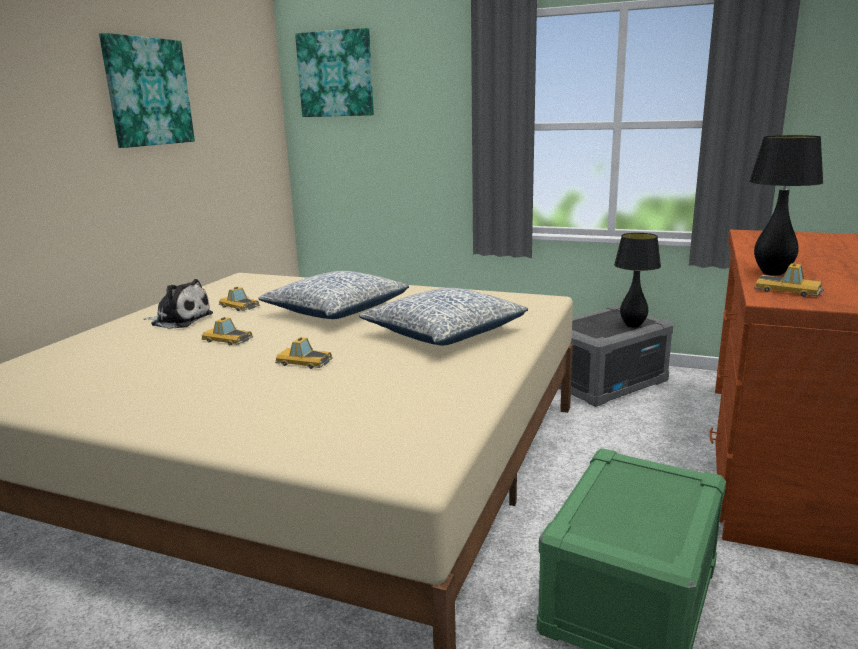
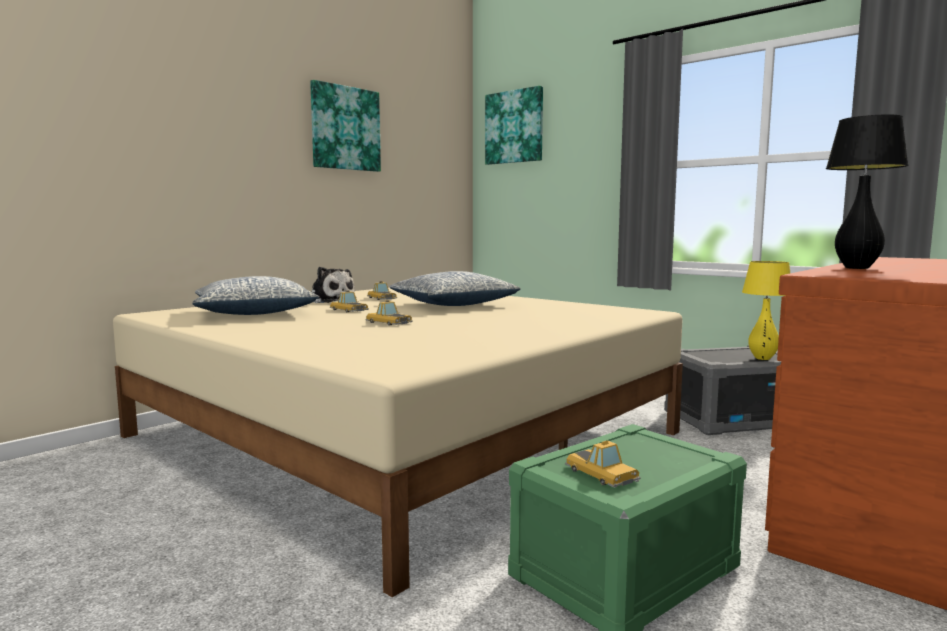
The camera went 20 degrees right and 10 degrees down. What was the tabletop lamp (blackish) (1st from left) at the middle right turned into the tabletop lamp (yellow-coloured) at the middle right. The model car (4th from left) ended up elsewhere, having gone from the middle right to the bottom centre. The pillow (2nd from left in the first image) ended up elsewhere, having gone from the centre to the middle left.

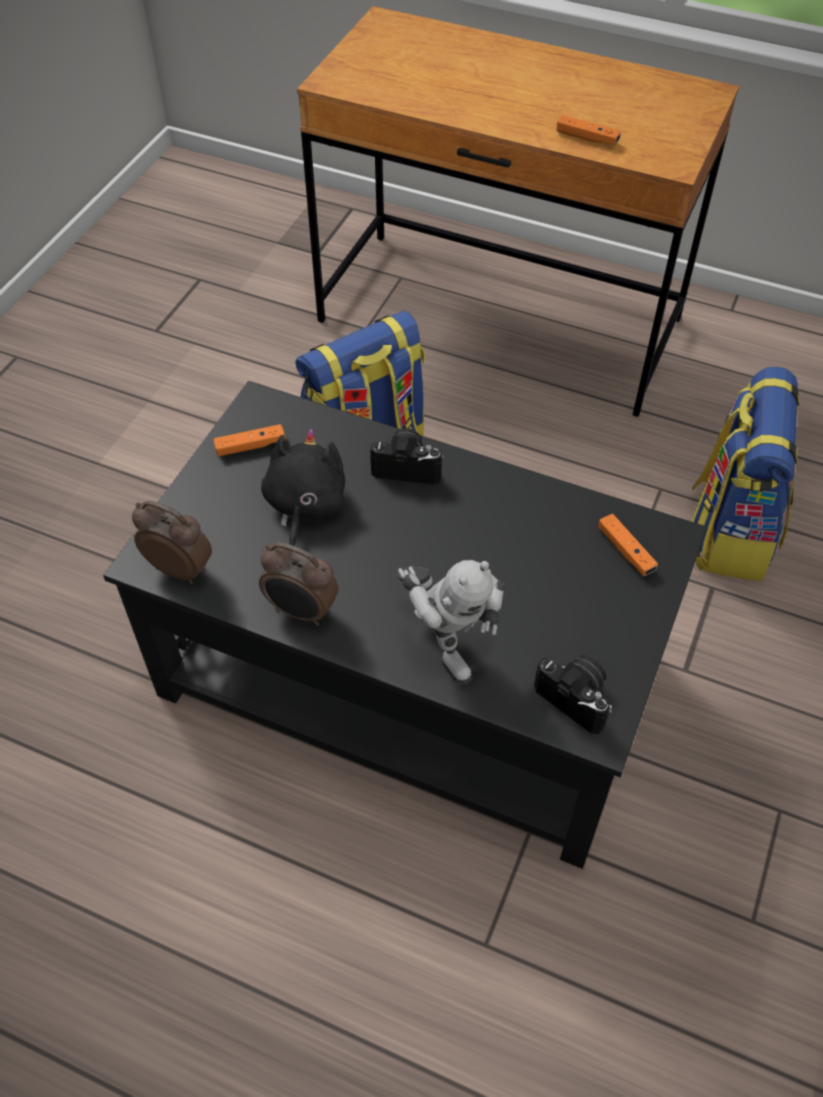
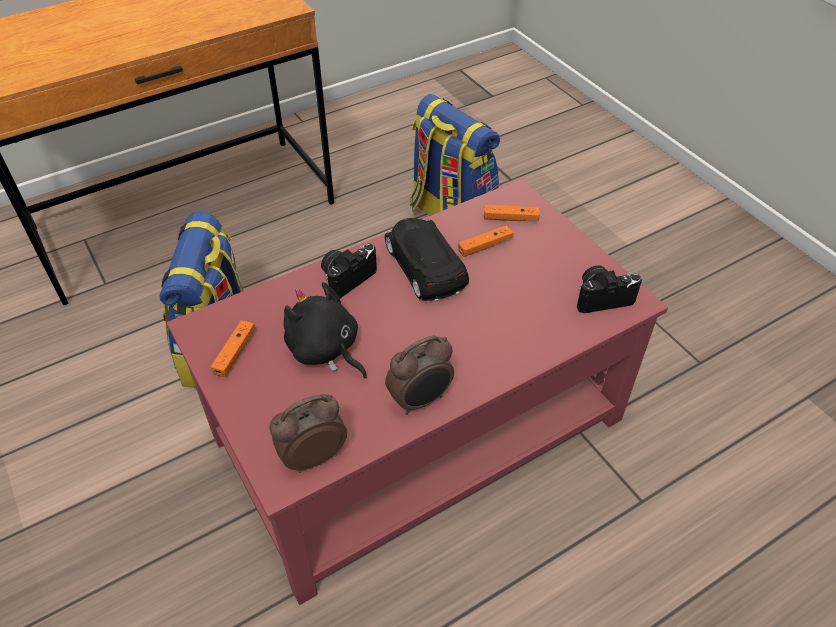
The camera went 55 degrees left and 5 degrees down. The joypad (orange-coloured) (2nd from left) ended up elsewhere, having gone from the top right to the centre. What was the low table (blackish) at the centre turned into the low table (red-coloured) at the centre. The second view lost the robot figure at the centre. The second view gained the model car (blackish) at the centre.

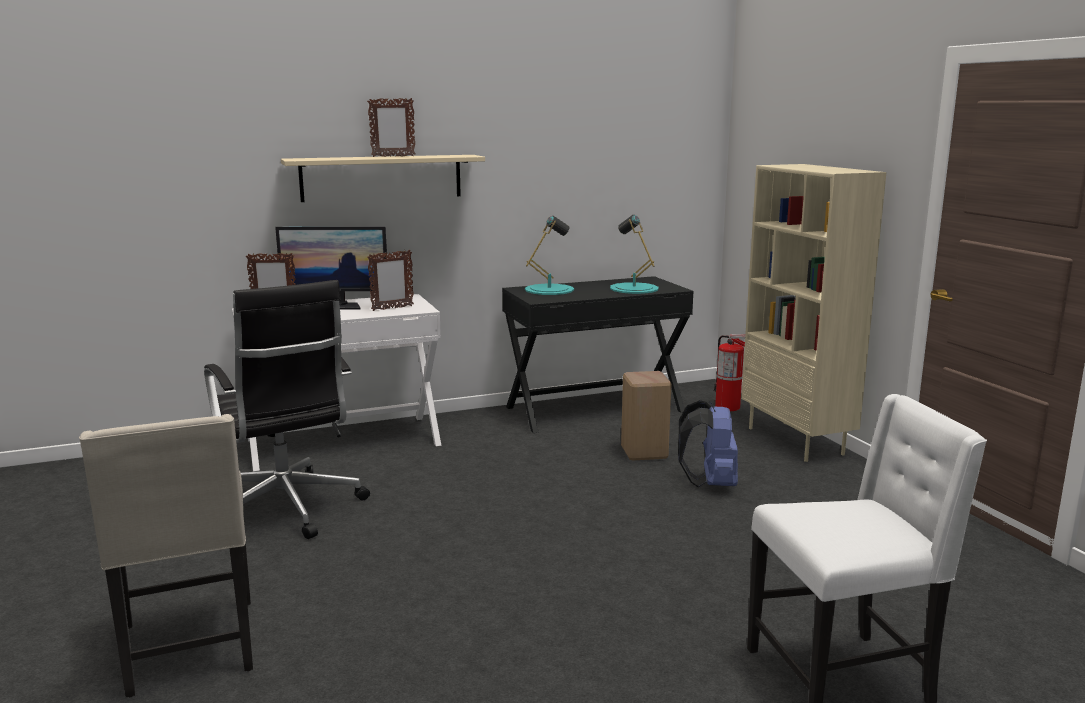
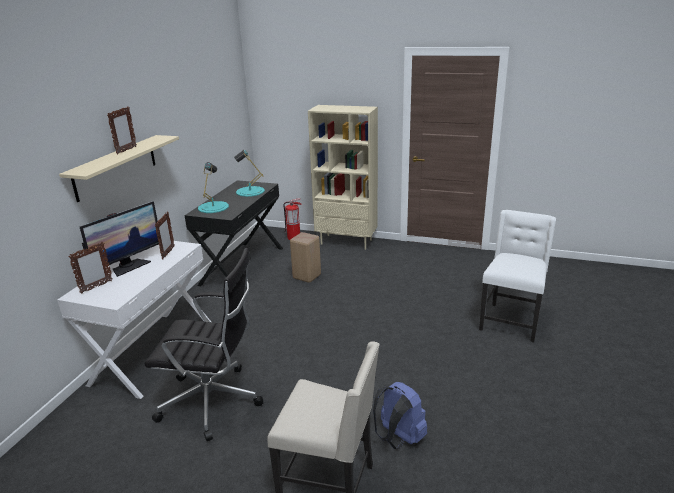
The camera went 50 degrees left and 10 degrees up. The backpack (blue) ended up elsewhere, having gone from the centre to the bottom centre.

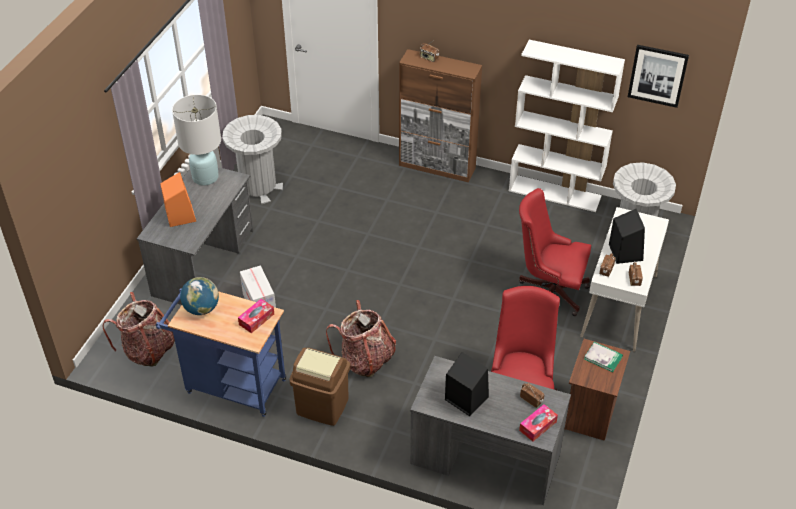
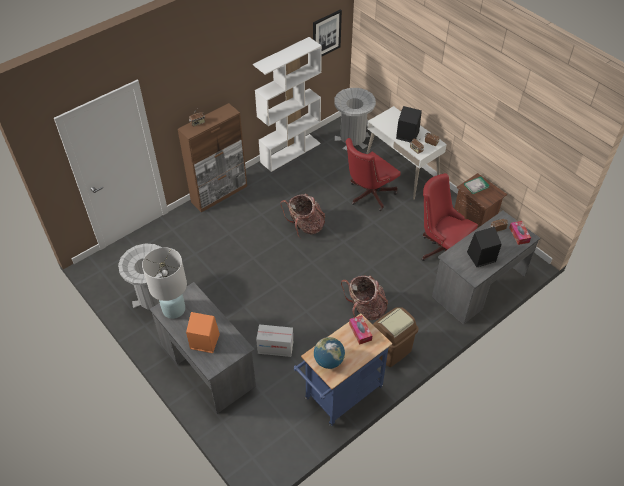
The camera went 60 degrees left and 5 degrees up. The backpack (1st from left) ended up elsewhere, having gone from the middle left to the centre.

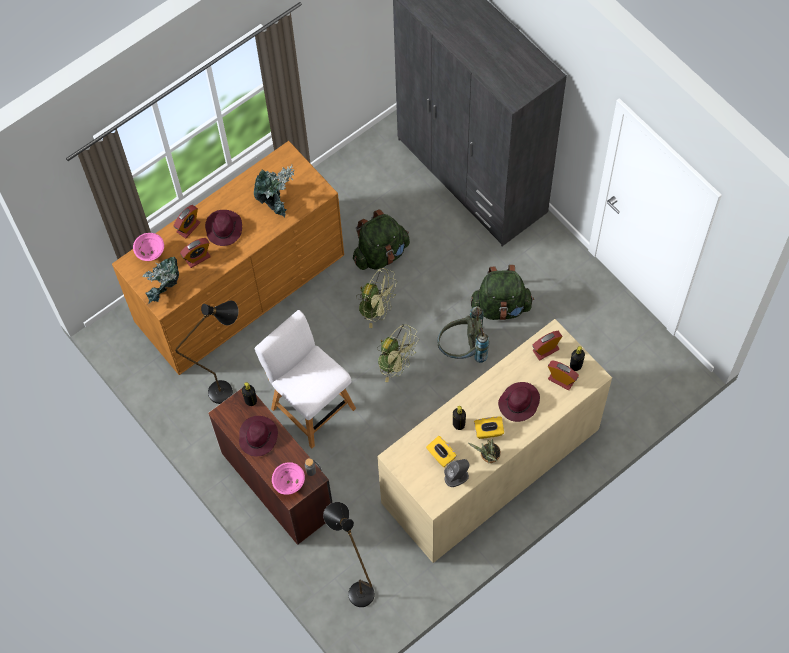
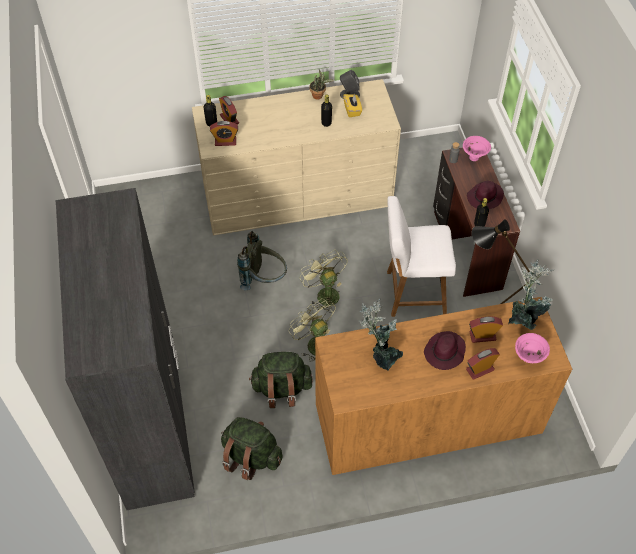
The camera went 155 degrees left and 10 degrees down. The backpack (green-coloured) (2nd from left in the first image) ended up elsewhere, having gone from the centre to the bottom centre. The upright chair (white-coloured) at the centre ended up facing another way, 105 degrees clockwise from before. The second view lost the hat (purplish) (3rd from left) at the centre. The second view lost the tissue box (yellow-coloured) (2nd from left) at the centre. The second view lost the standard lamp (blackish) (2nd from left) at the bottom centre.

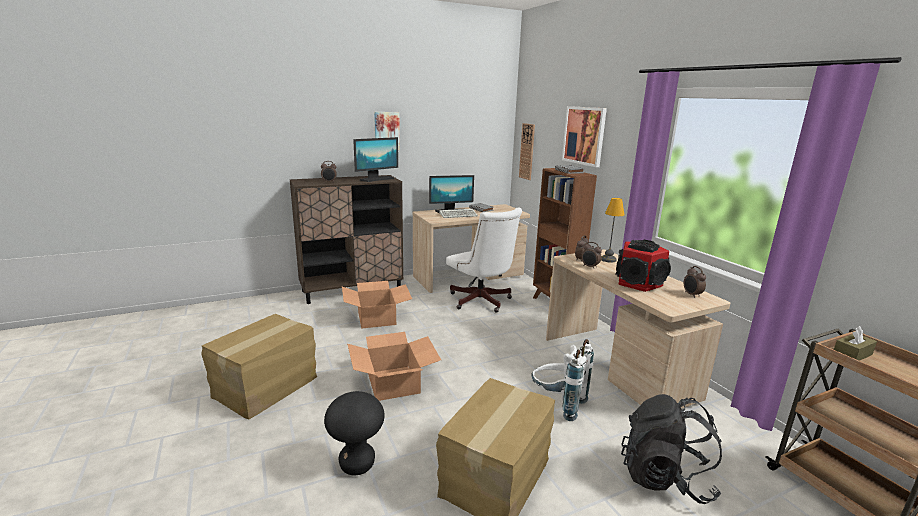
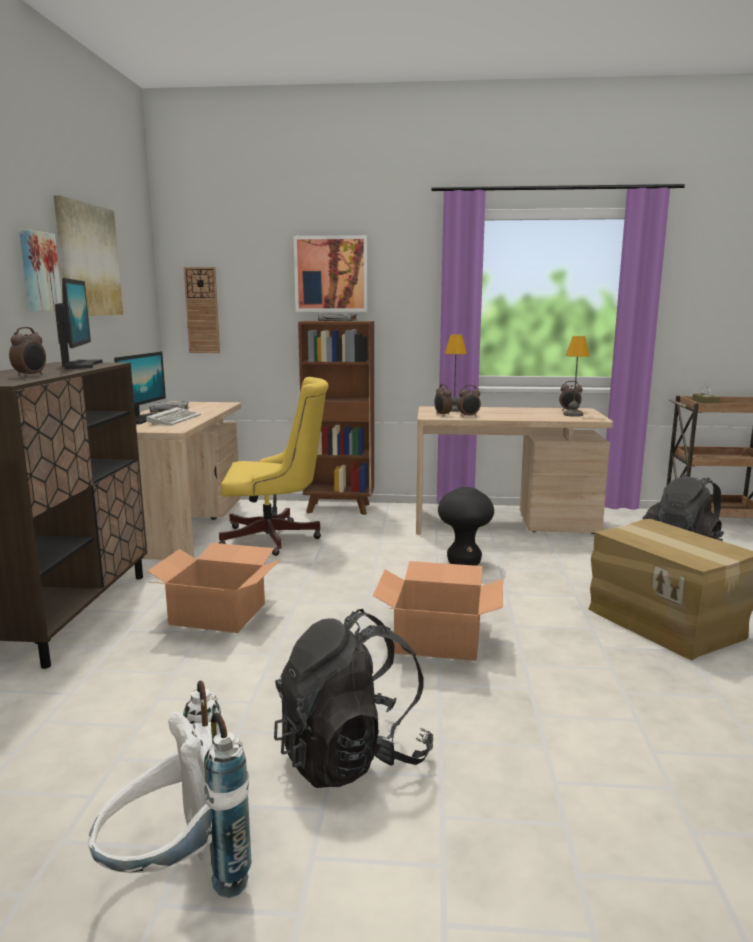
The camera went 60 degrees left and 5 degrees down. What was the office chair (white-coloured) at the centre turned into the office chair (yellow-coloured) at the centre. The second view lost the speaker at the middle right. Where the packing box (1st from left) stood at the bottom left, the backpack (blackish) (1st from left) came to stand at the bottom centre. The backpack (white-coloured) ended up elsewhere, having gone from the bottom centre to the bottom left. The stool seat (blackish) ended up elsewhere, having gone from the bottom centre to the centre. The second view gained the wall art (2nd from left) at the top left. The second view gained the tabletop lamp (2nd from left) at the middle right.

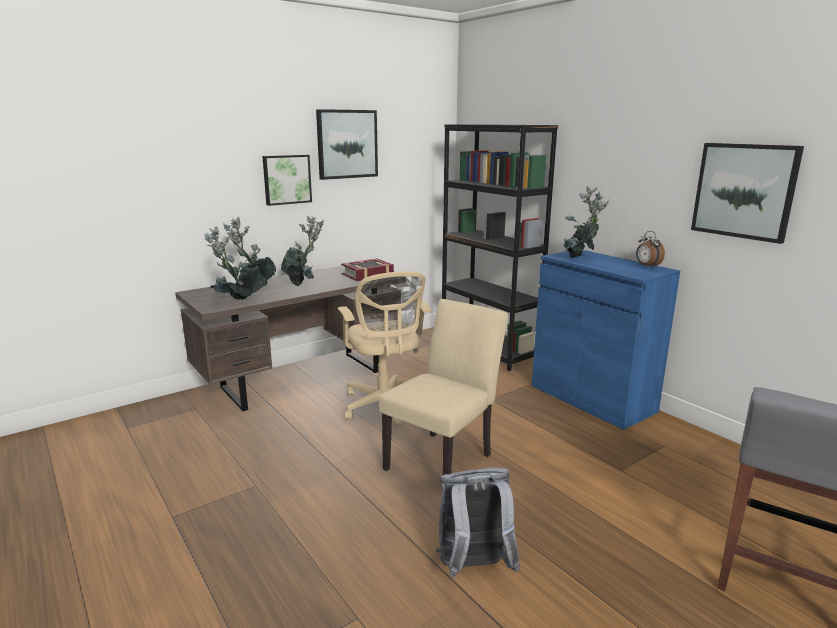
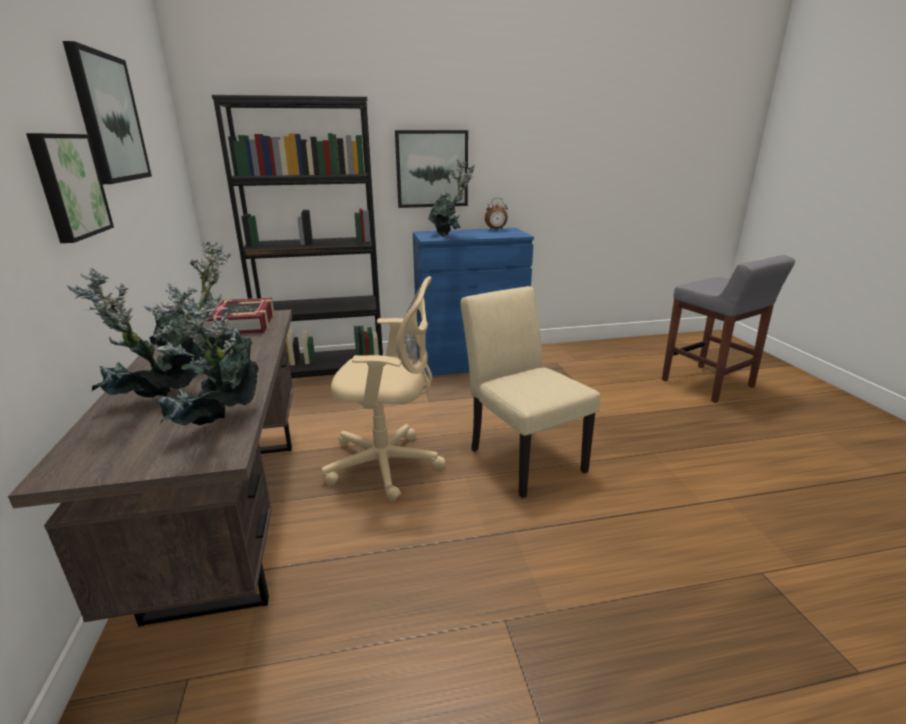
The camera went 65 degrees left and 5 degrees up. The wall art (3rd from left) ended up elsewhere, having gone from the top right to the top centre. The second view lost the backpack (gray) at the bottom centre.

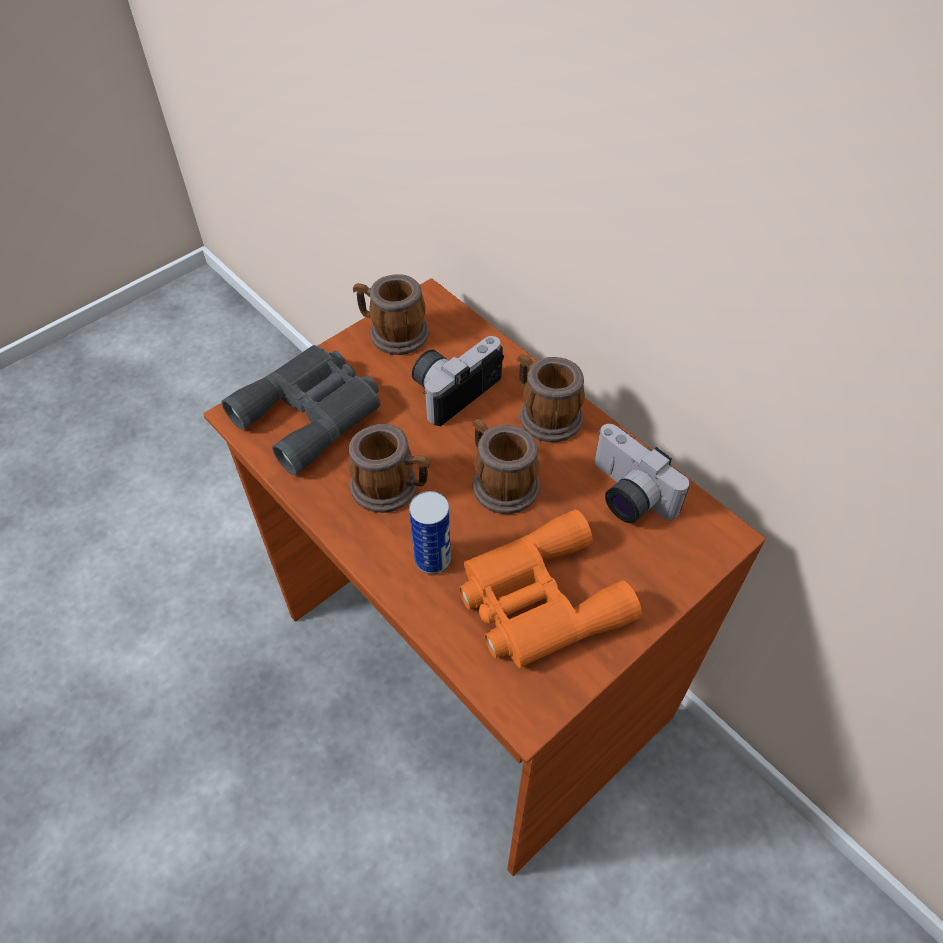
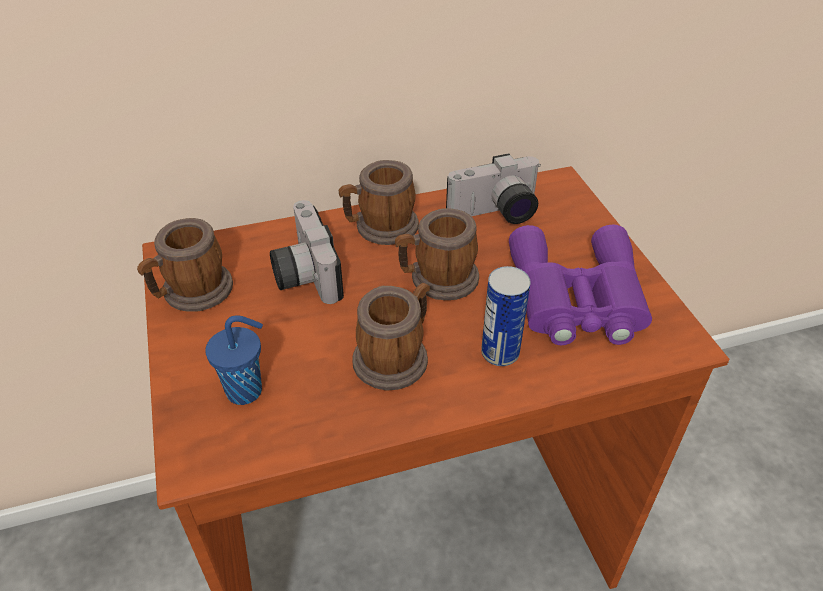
The camera went 65 degrees left and 10 degrees down. Where the field glasses (gray) stood at the middle left, the drinking cup (blue) came to stand at the middle left. What was the field glasses (orange-coloured) at the centre turned into the field glasses (purplish) at the middle right.

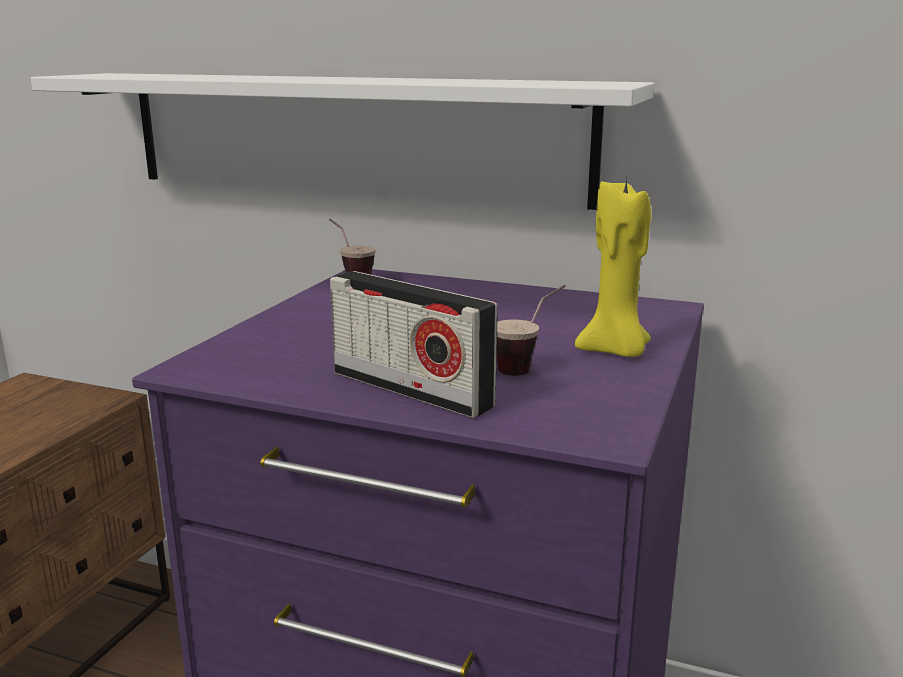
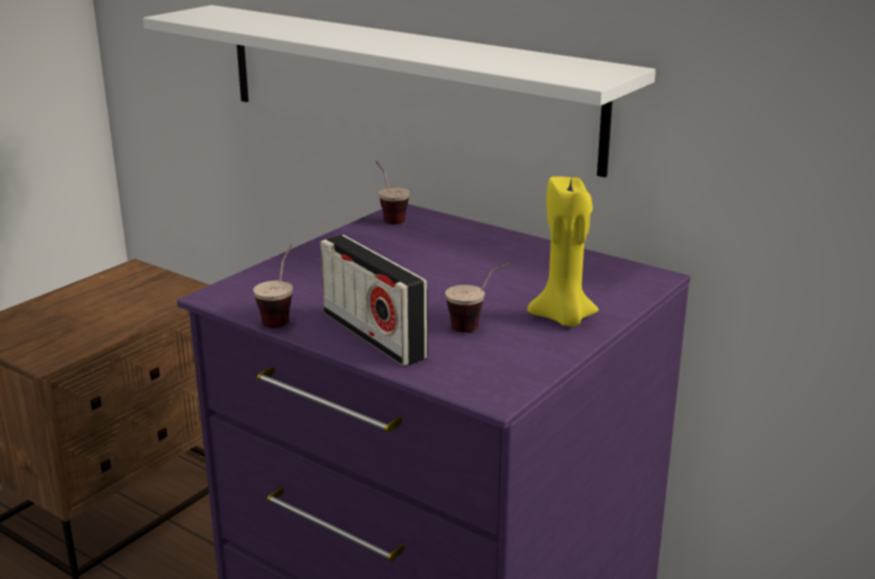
The camera went 15 degrees right and 5 degrees up. The second view gained the drinking cup (1st from left) at the middle left.

